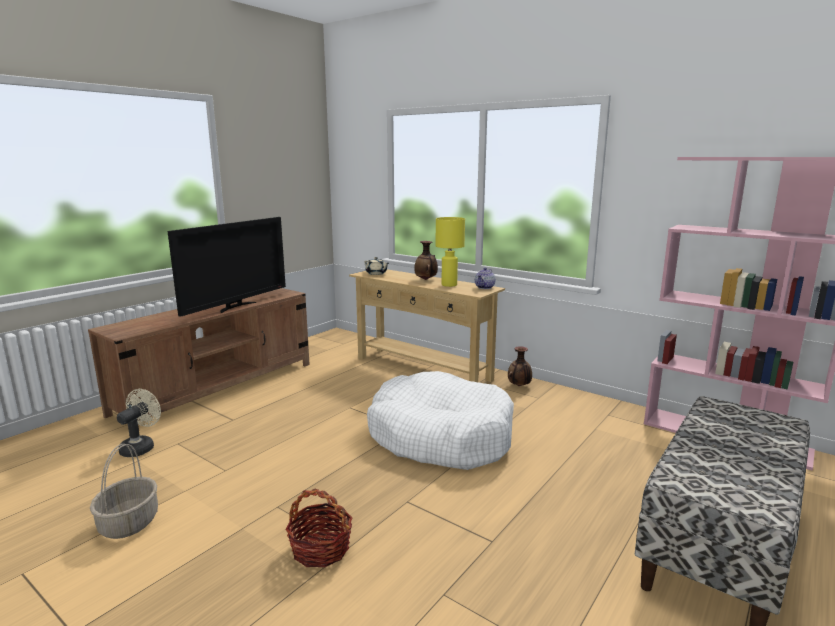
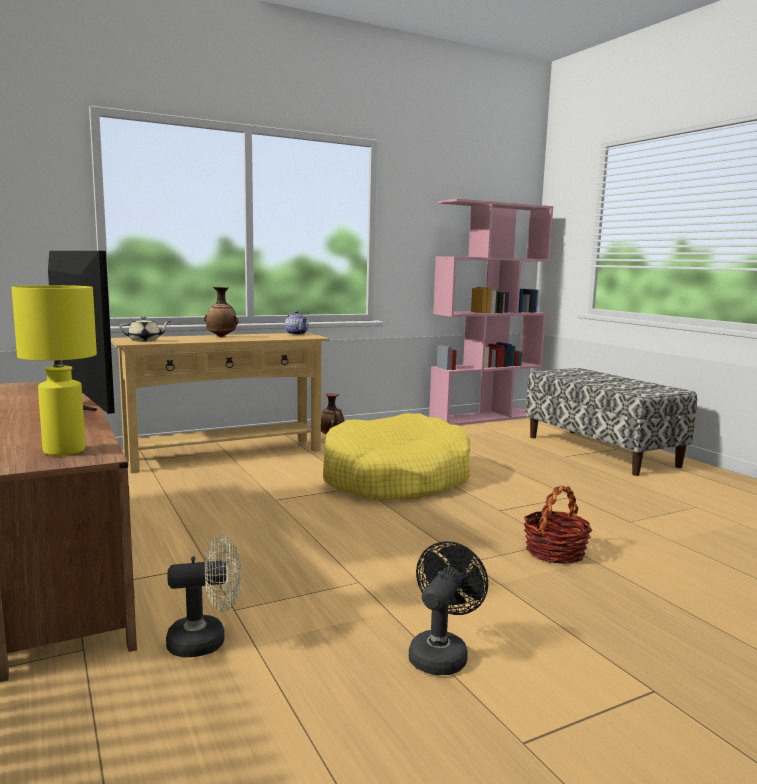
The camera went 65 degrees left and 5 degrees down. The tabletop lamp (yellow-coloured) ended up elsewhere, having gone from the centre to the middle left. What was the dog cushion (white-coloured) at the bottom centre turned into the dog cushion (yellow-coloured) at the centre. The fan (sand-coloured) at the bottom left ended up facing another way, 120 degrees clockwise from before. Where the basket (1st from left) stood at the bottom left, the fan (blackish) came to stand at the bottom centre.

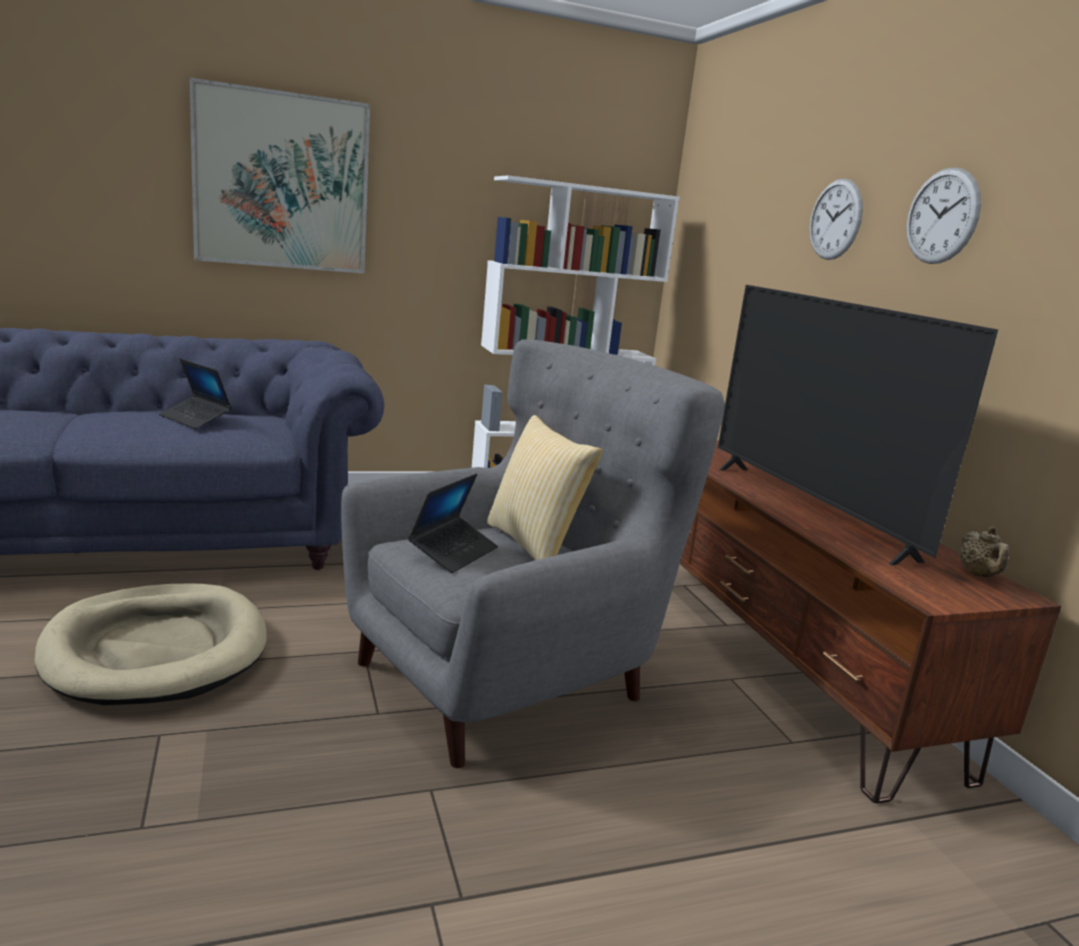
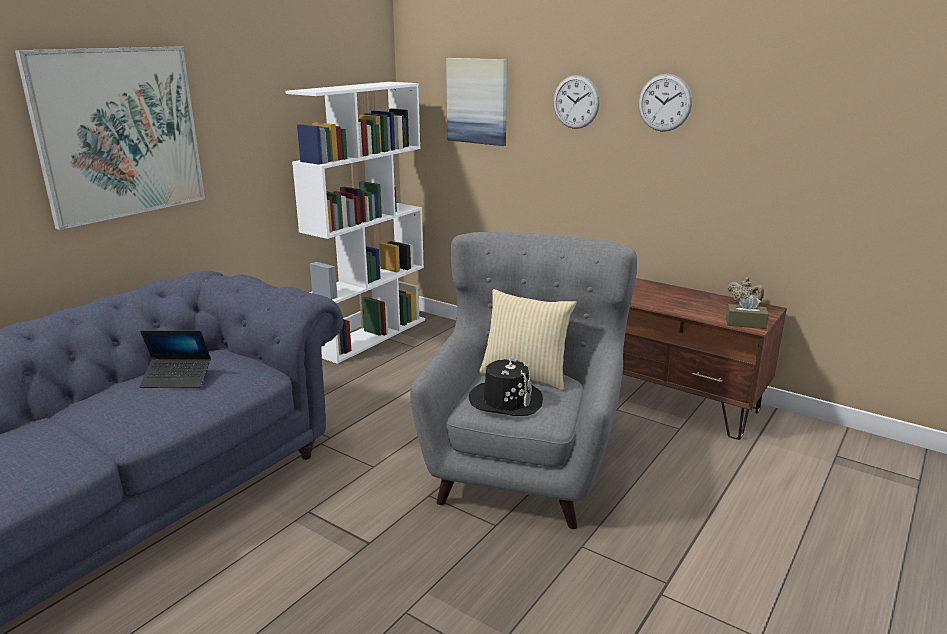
The camera went 35 degrees left and 5 degrees up. The second view lost the television at the middle right. Where the portable computer (2nd from left) stood at the centre, the hat (blackish) came to stand at the centre. The second view lost the dog cushion (sand-coloured) at the bottom left. The second view gained the wall art (2nd from left) at the top centre. The second view gained the tissue box (brown) at the middle right.

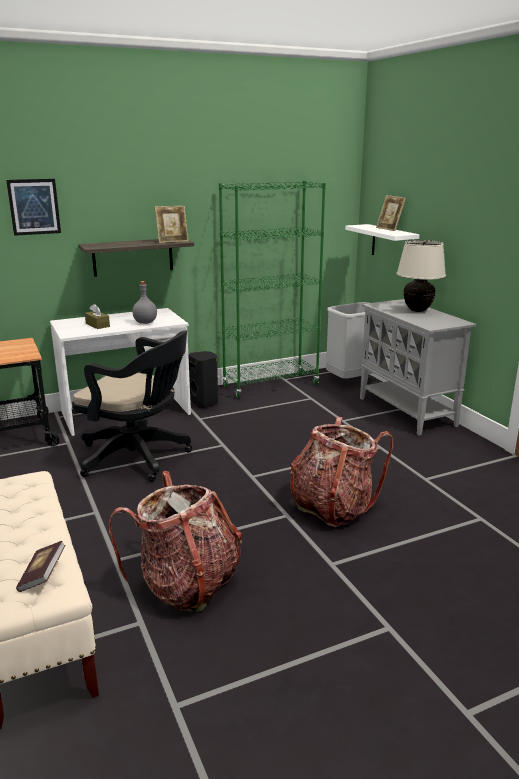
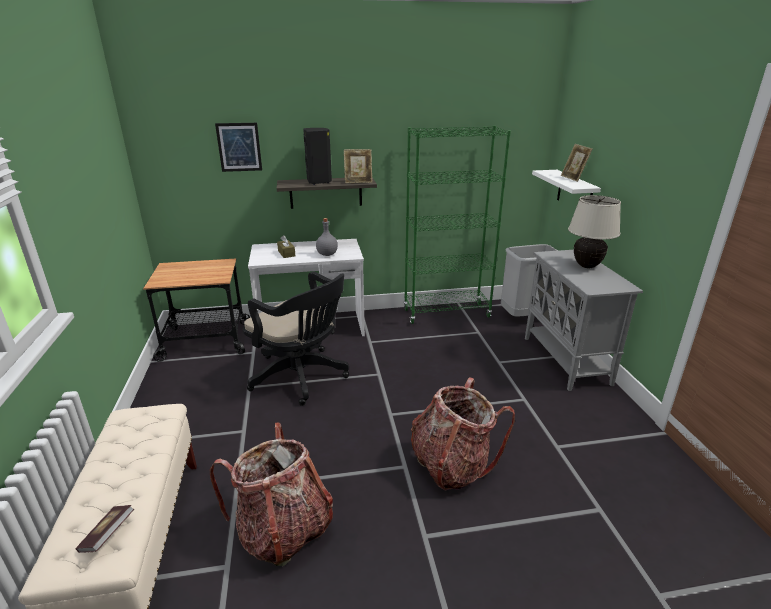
The camera went 15 degrees right and 5 degrees up. The speaker (blackish) ended up elsewhere, having gone from the centre to the top centre.

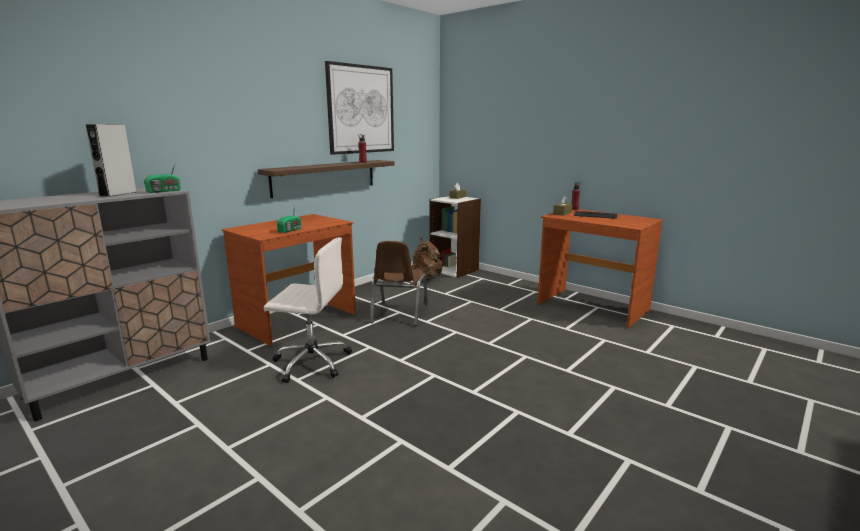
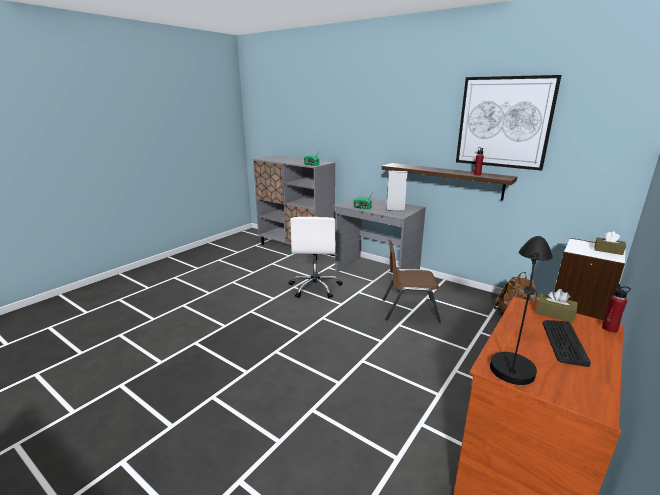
The camera went 85 degrees right and 5 degrees up. The speaker (gray) ended up elsewhere, having gone from the top left to the centre. What was the desk table (brown) (1st from left) at the centre turned into the desk table (gray) at the centre. The second view gained the tabletop lamp (blackish) at the middle right.

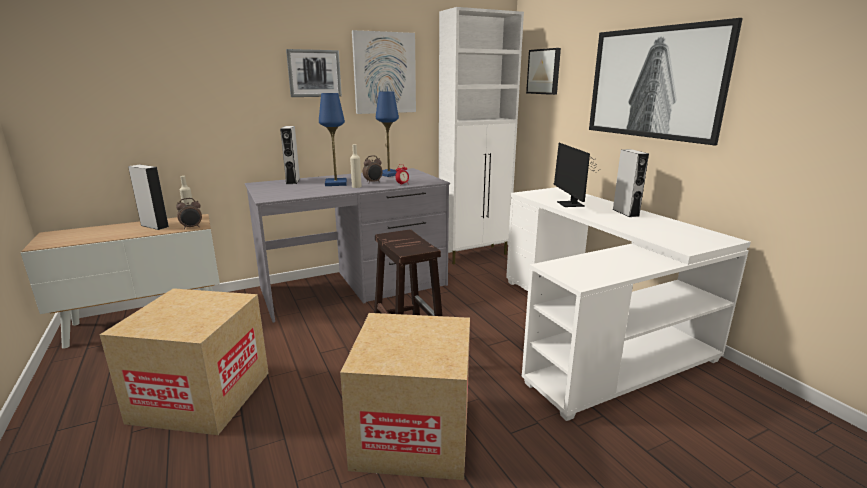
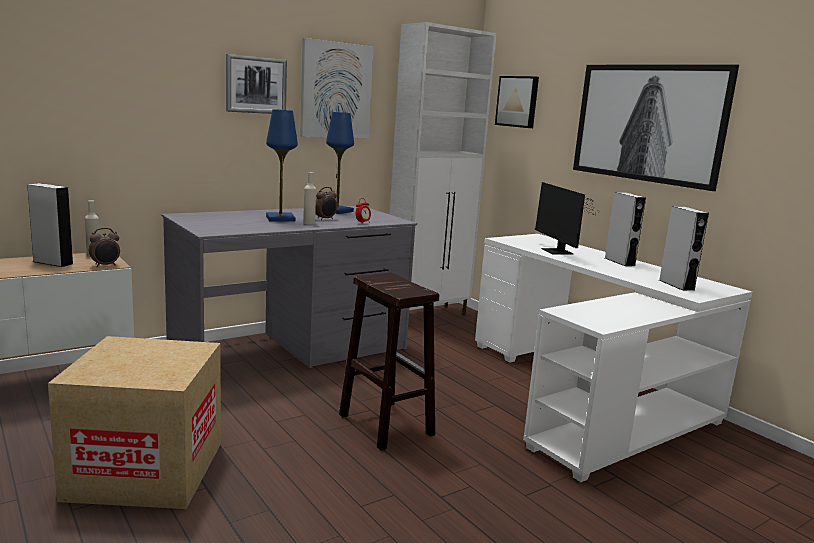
The camera went 10 degrees left and 5 degrees down. The speaker (gray) (2nd from left in the first image) ended up elsewhere, having gone from the top centre to the middle right. The second view lost the packing box (2nd from left) at the bottom centre.

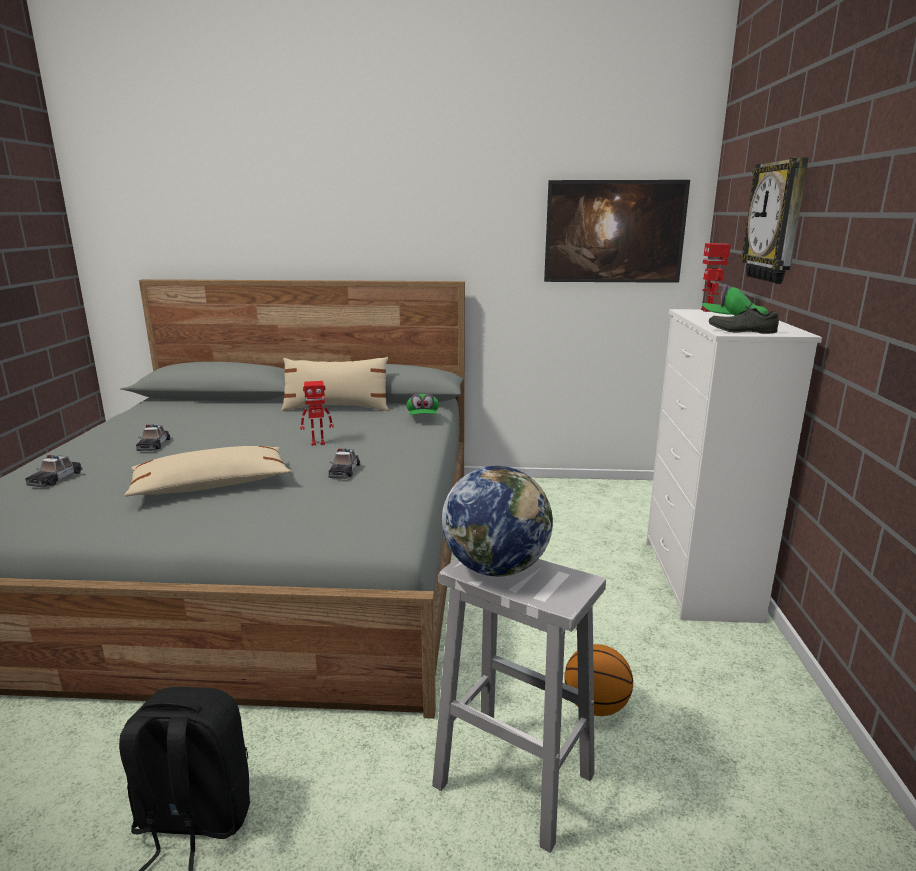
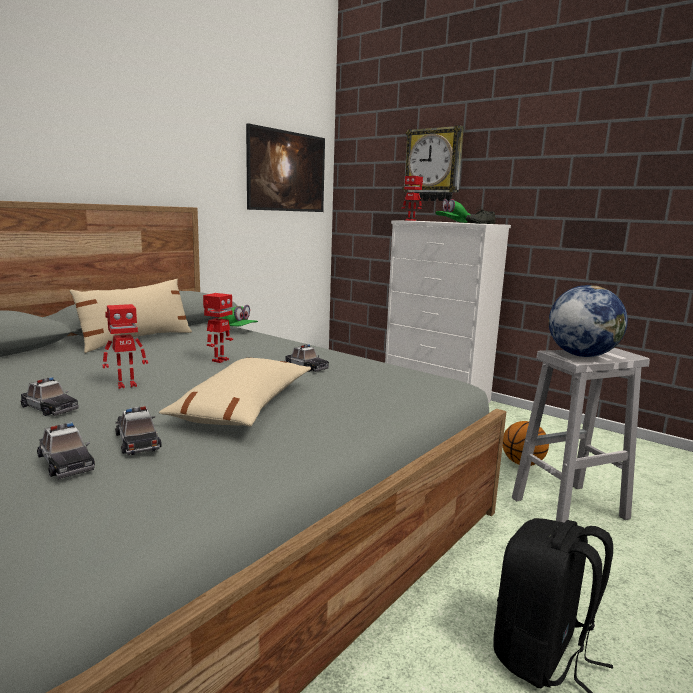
The camera went 55 degrees left and 5 degrees down. The second view gained the robot figure (1st from left) at the middle left. The second view gained the model car (3rd from left) at the middle left.

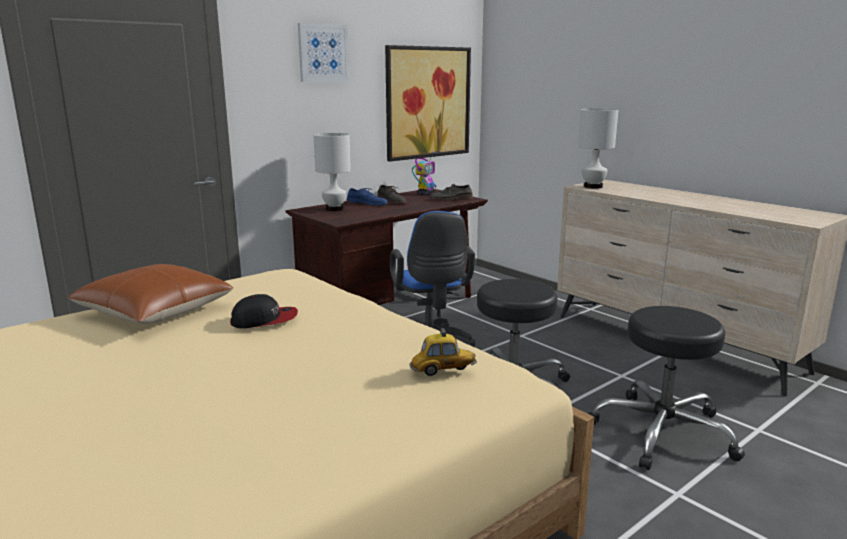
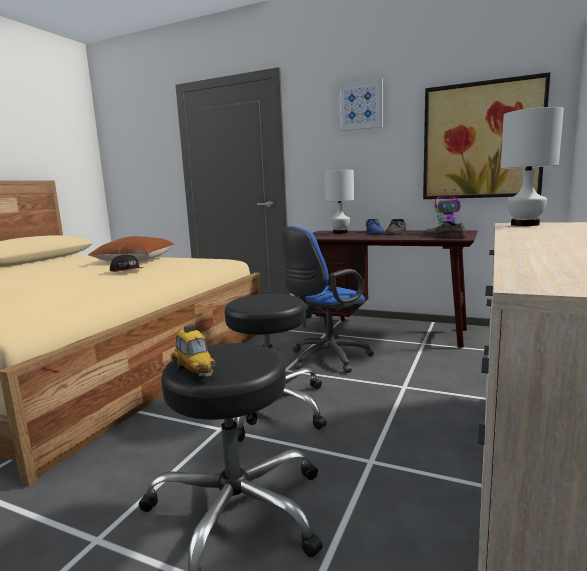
The camera went 65 degrees right and 5 degrees down. The model car ended up elsewhere, having gone from the centre to the middle left.

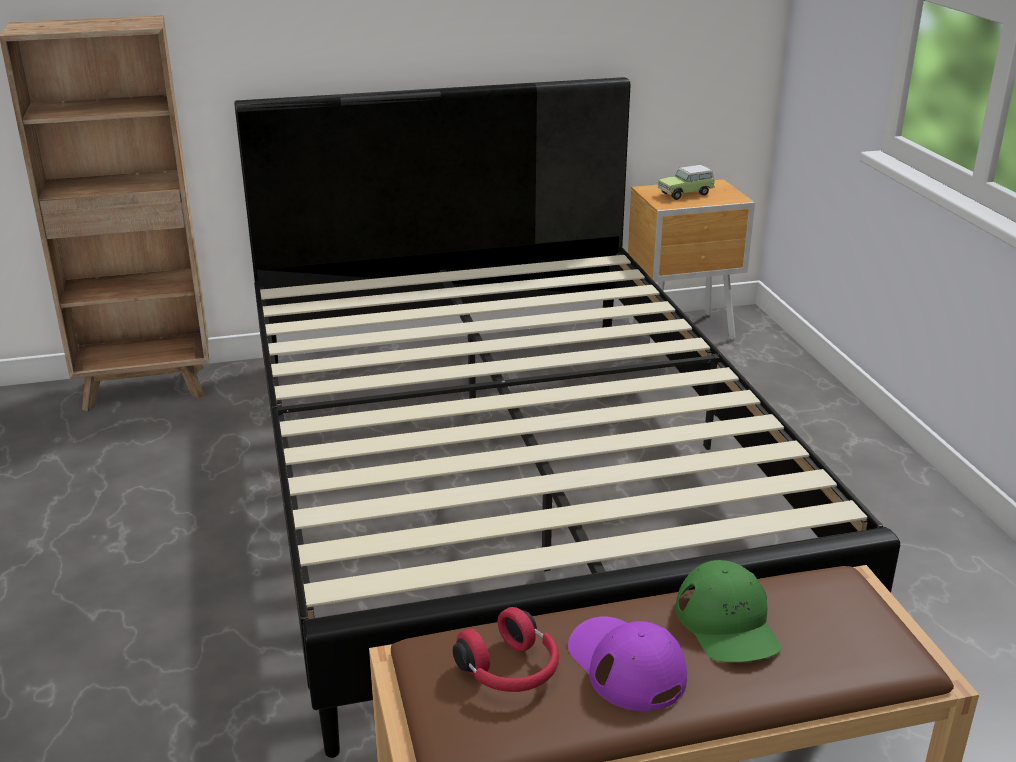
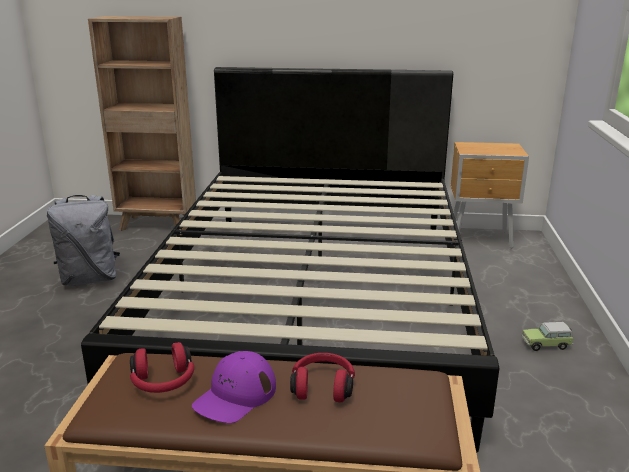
The camera went 20 degrees right and 5 degrees down. The model car ended up elsewhere, having gone from the top right to the bottom right. Where the baseball cap (green-coloured) stood at the bottom right, the pair of headphones (red-coloured) (2nd from left) came to stand at the bottom centre. The baseball cap (purplish) at the bottom centre ended up facing another way, 135 degrees counterclockwise from before. The second view gained the backpack (gray) at the middle left.

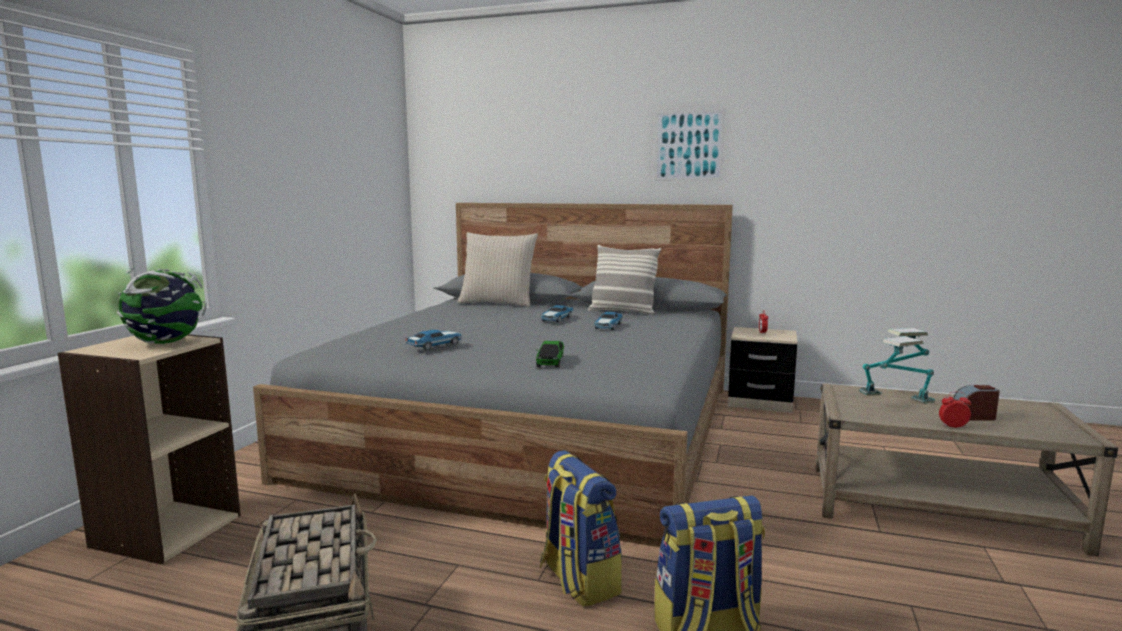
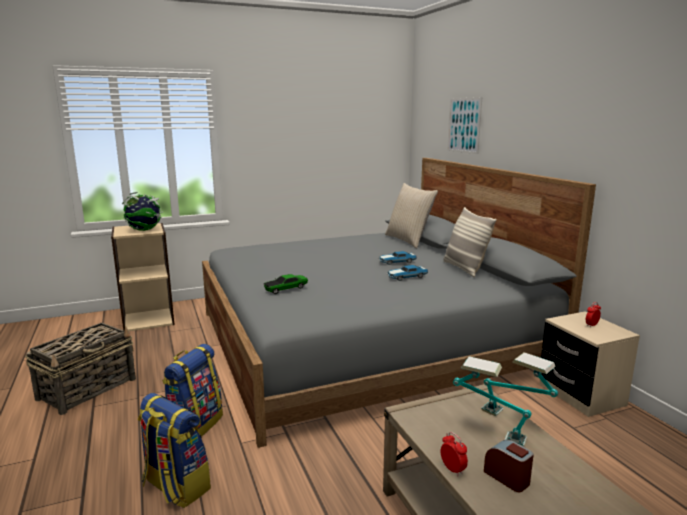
The camera went 50 degrees right and 5 degrees up. The wall art ended up elsewhere, having gone from the top centre to the top right. The second view lost the model car (1st from left) at the centre.

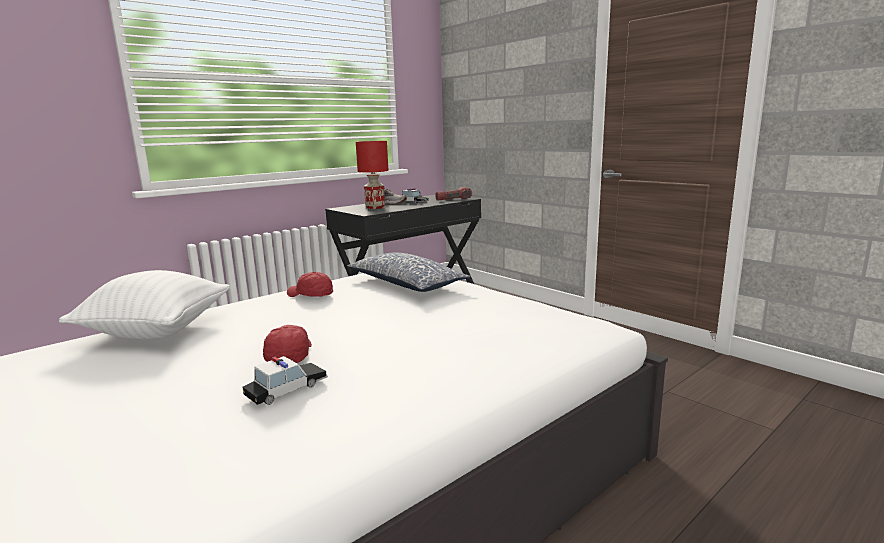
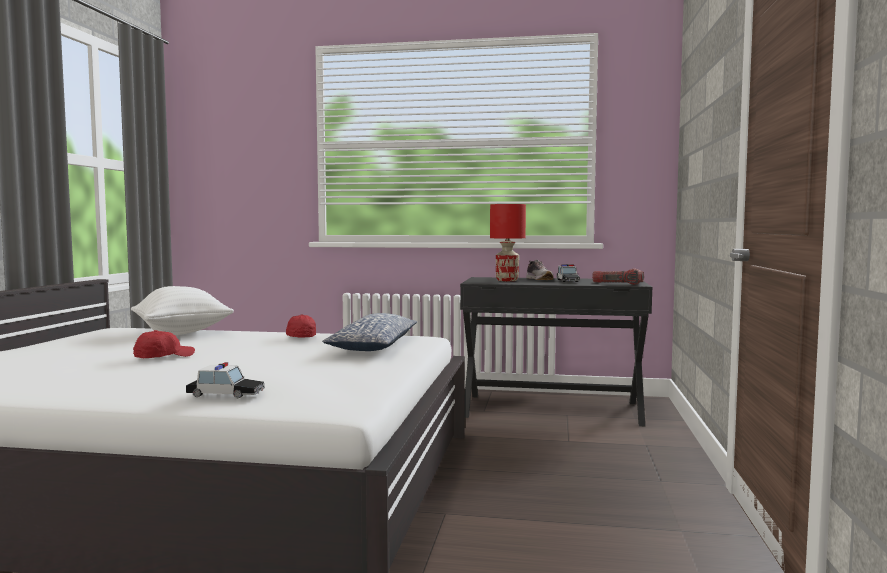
The camera went 50 degrees right and 10 degrees down. The model car (1st from left) ended up elsewhere, having gone from the bottom left to the middle left.

